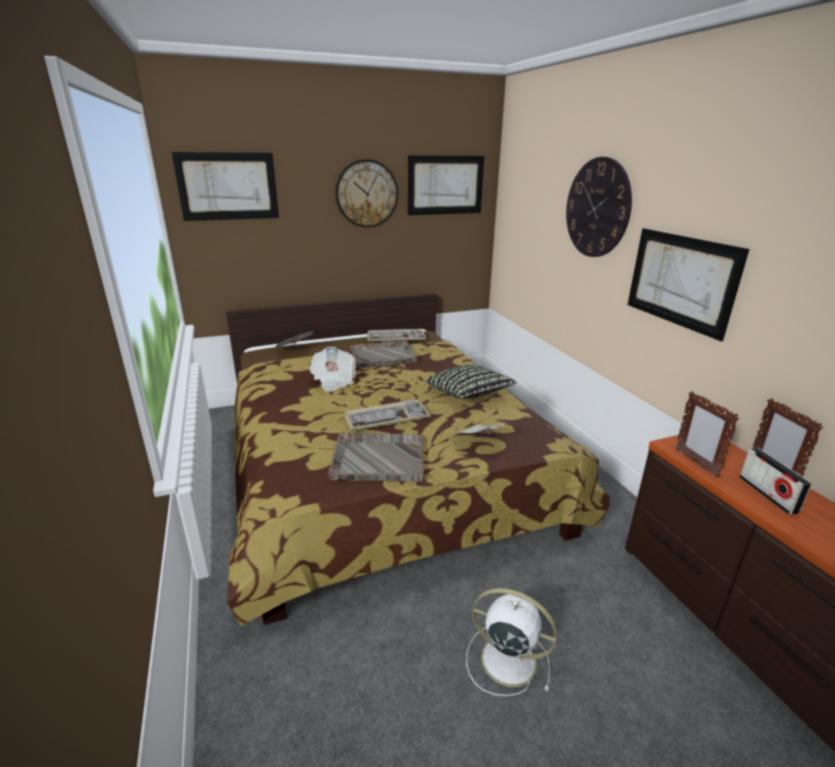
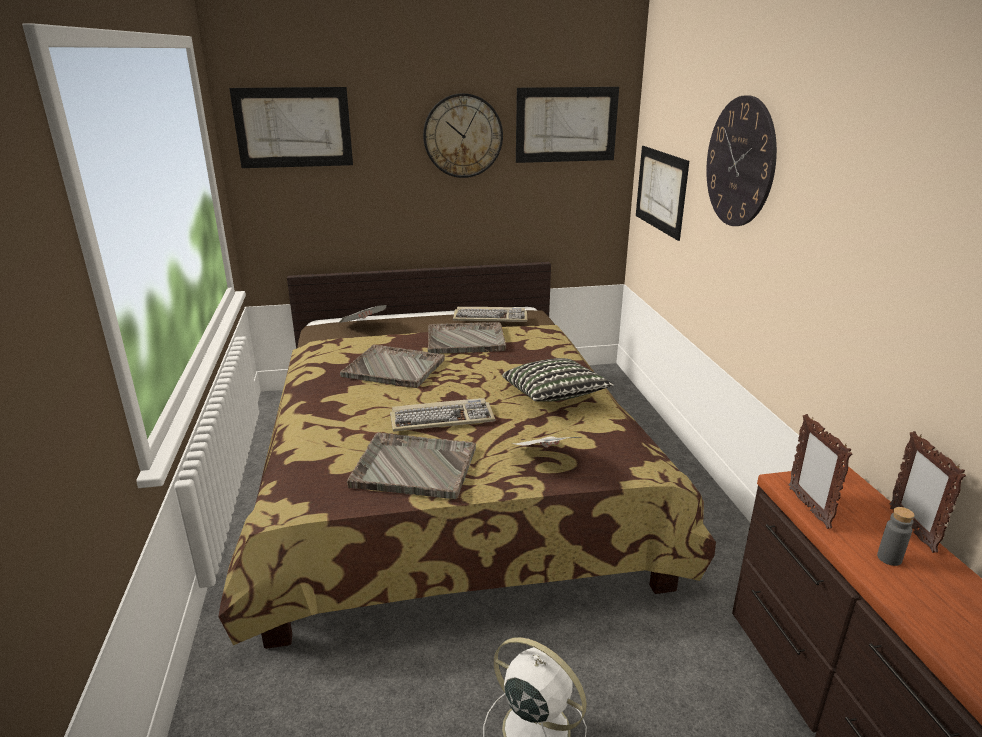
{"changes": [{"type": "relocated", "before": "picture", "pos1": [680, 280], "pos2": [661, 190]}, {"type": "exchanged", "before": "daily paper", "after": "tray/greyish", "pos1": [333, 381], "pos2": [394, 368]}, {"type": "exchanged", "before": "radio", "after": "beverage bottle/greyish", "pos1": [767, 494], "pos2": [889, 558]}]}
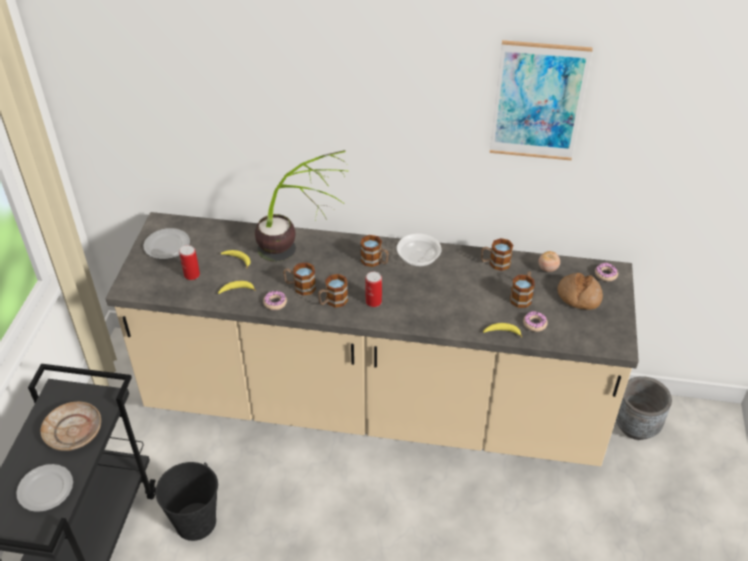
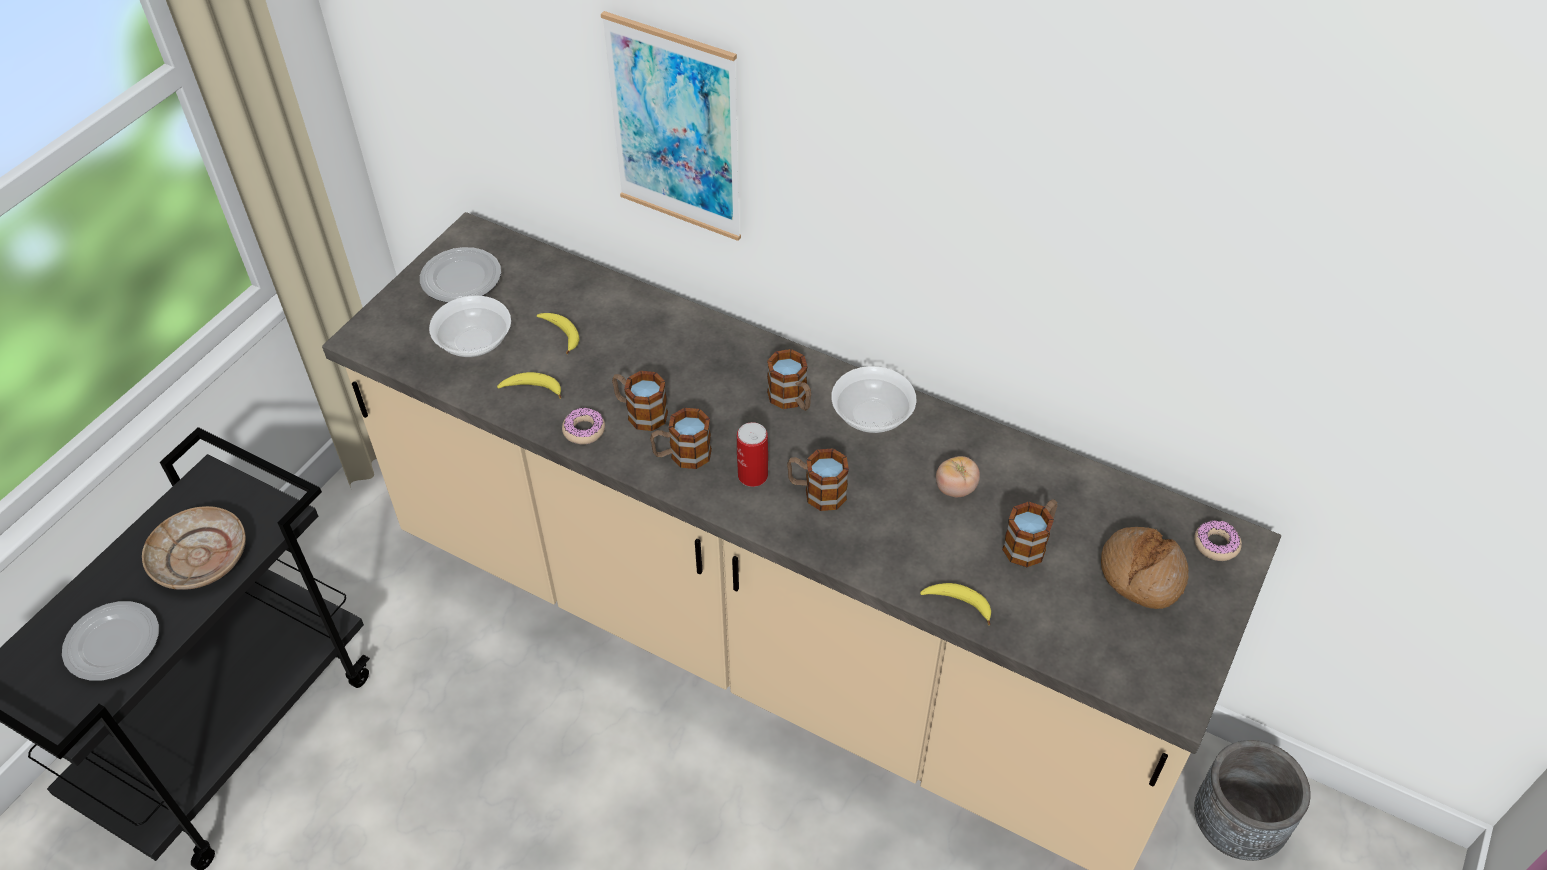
{"changes": [{"type": "missing", "before": "bucket/blackish", "pos1": [195, 522]}, {"type": "missing", "before": "plant in a pot", "pos1": [299, 253]}, {"type": "missing", "before": "doughnut", "pos1": [534, 324]}, {"type": "relocated", "before": "tea mug", "pos1": [495, 263], "pos2": [816, 492]}, {"type": "relocated", "before": "picture", "pos1": [538, 102], "pos2": [675, 129]}, {"type": "relocated", "before": "whole tomato", "pos1": [547, 268], "pos2": [955, 488]}, {"type": "exchanged", "before": "sealed can", "after": "bowl", "pos1": [192, 275], "pos2": [474, 341]}]}
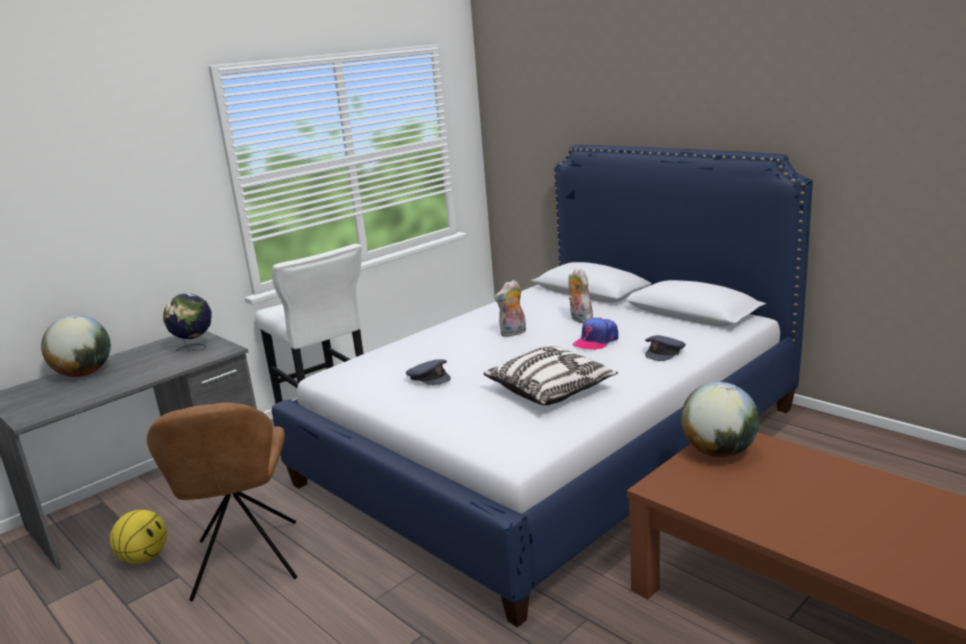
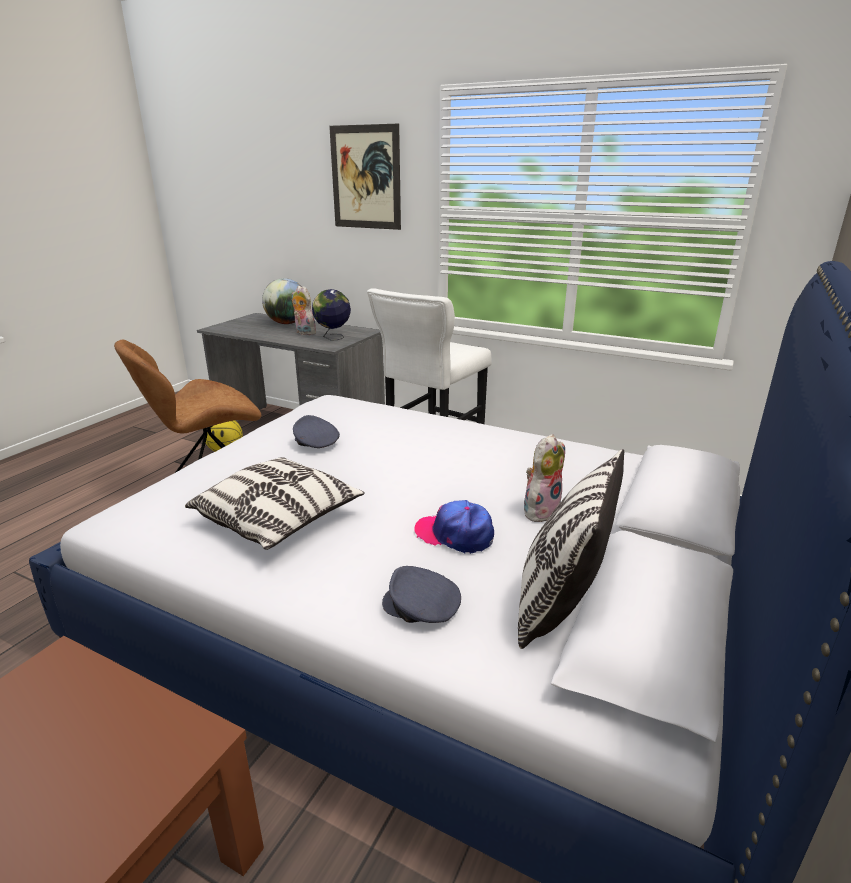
{"changes": [{"type": "missing", "before": "desk globe", "pos1": [719, 452]}, {"type": "appeared", "after": "picture", "pos2": [365, 178]}, {"type": "appeared", "after": "throw pillow", "pos2": [560, 605]}, {"type": "relocated", "before": "plush toy", "pos1": [513, 333], "pos2": [304, 333]}, {"type": "spun", "before": "cap/greyish", "pos1": [429, 377], "pos2": [315, 442], "turn": 120}]}
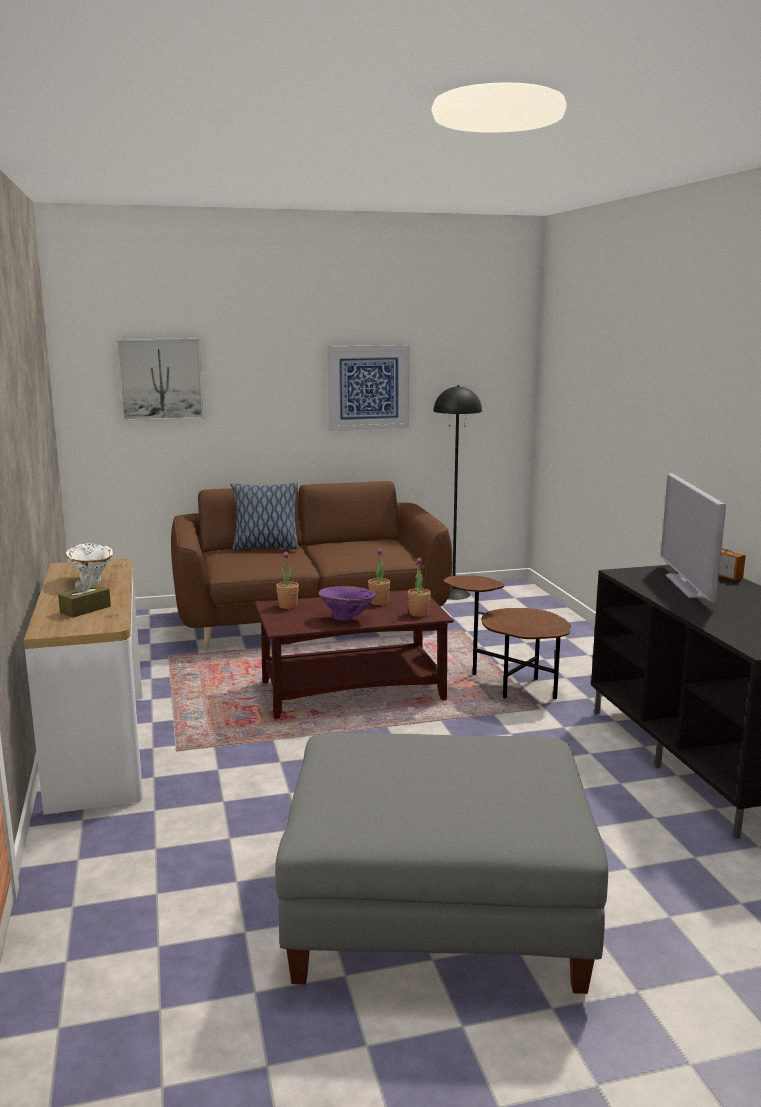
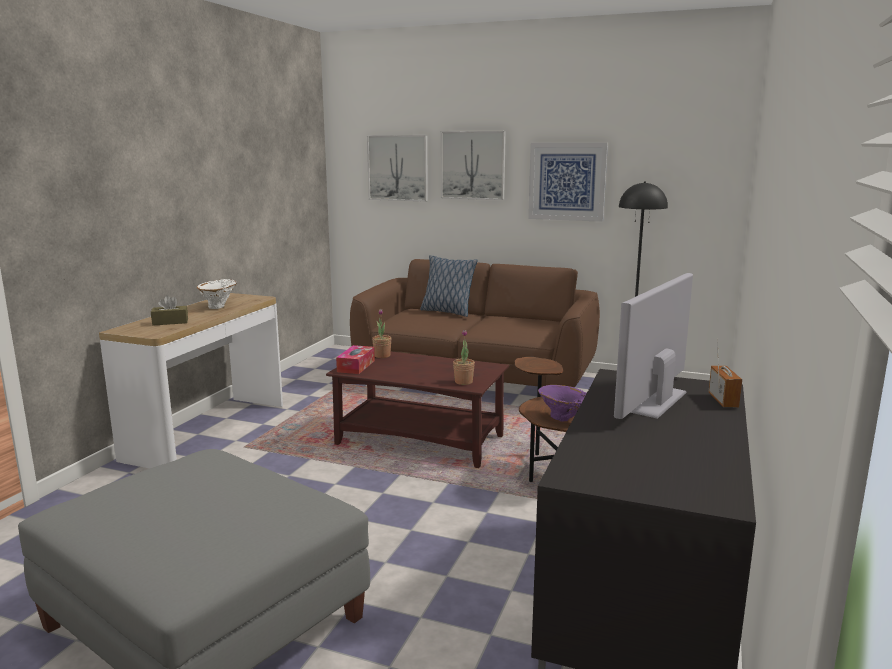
{"changes": [{"type": "missing", "before": "plant in a pot", "pos1": [379, 602]}, {"type": "appeared", "after": "box of tissues", "pos2": [356, 366]}, {"type": "appeared", "after": "picture", "pos2": [473, 165]}, {"type": "relocated", "before": "vase/purple-coloured", "pos1": [347, 619], "pos2": [562, 419]}]}
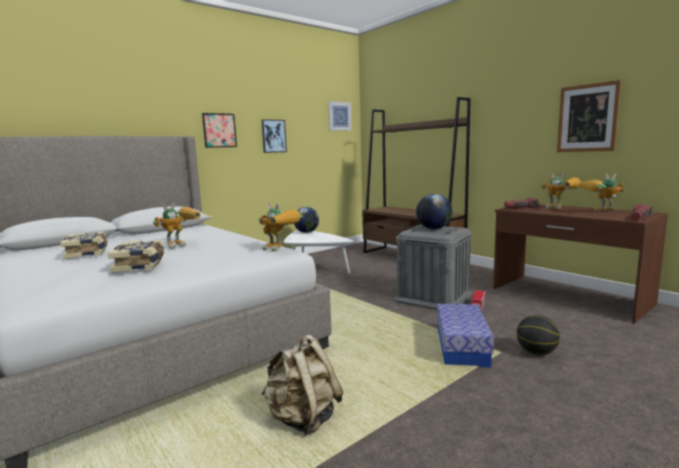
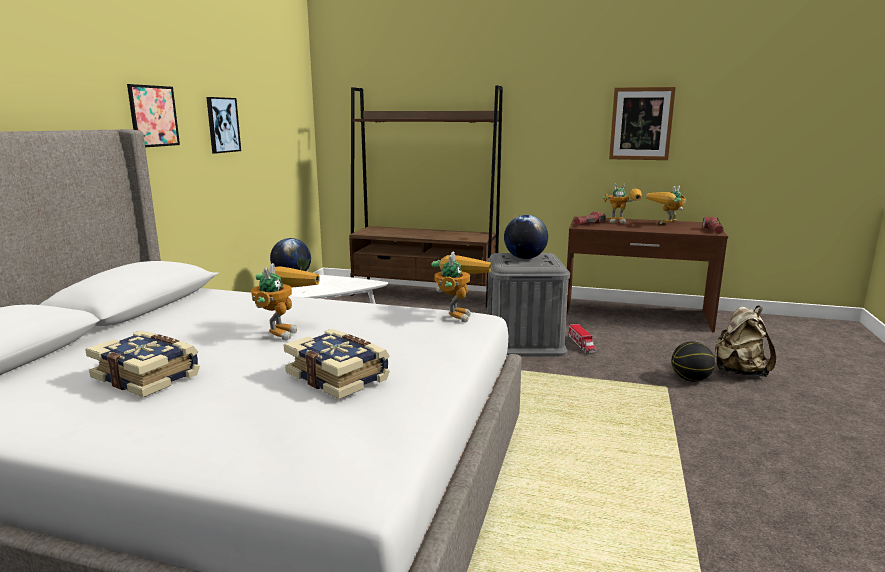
{"changes": [{"type": "missing", "before": "picture", "pos1": [339, 116]}, {"type": "missing", "before": "storage box", "pos1": [462, 347]}, {"type": "relocated", "before": "rucksack/beige-coloured", "pos1": [303, 418], "pos2": [738, 372]}, {"type": "spun", "before": "model robot", "pos1": [281, 249], "pos2": [456, 314], "turn": -75}]}
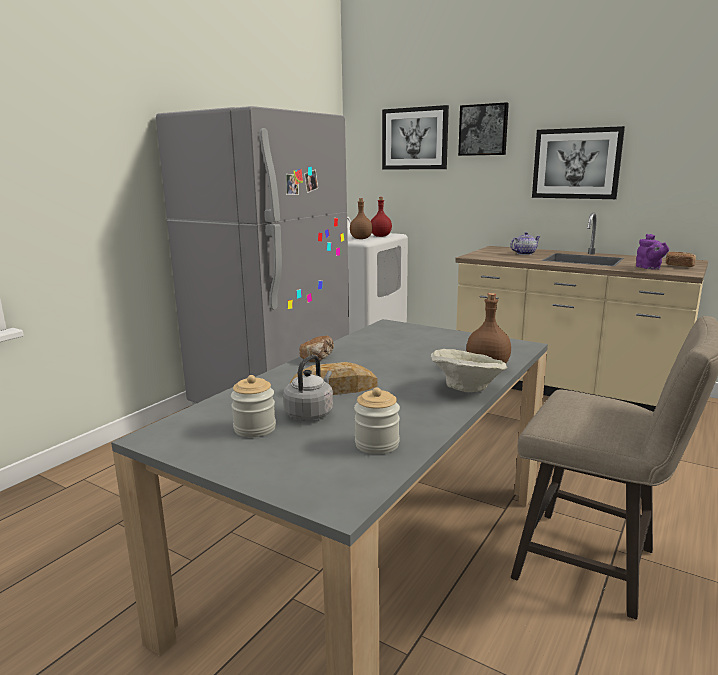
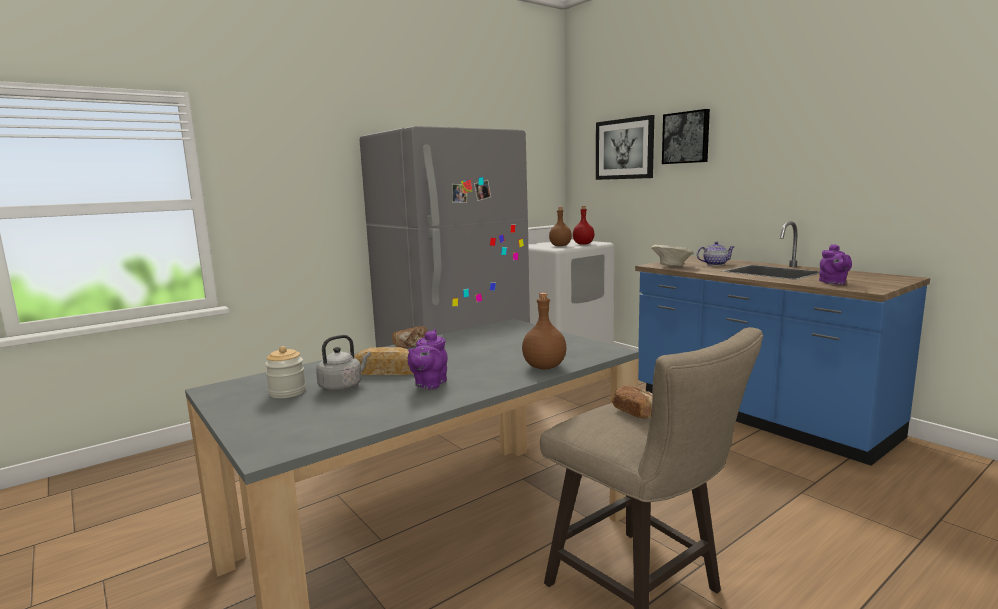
{"changes": [{"type": "missing", "before": "storage jar", "pos1": [377, 444]}, {"type": "missing", "before": "picture", "pos1": [576, 163]}, {"type": "appeared", "after": "teapot/purple-coloured", "pos2": [429, 384]}, {"type": "relocated", "before": "bowl/beige-coloured", "pos1": [467, 389], "pos2": [672, 266]}, {"type": "relocated", "before": "bakery bread", "pos1": [679, 266], "pos2": [635, 412]}, {"type": "colour", "before": "counter/beige-coloured", "after": "counter/bluish", "pos1": [565, 388], "pos2": [757, 414]}]}
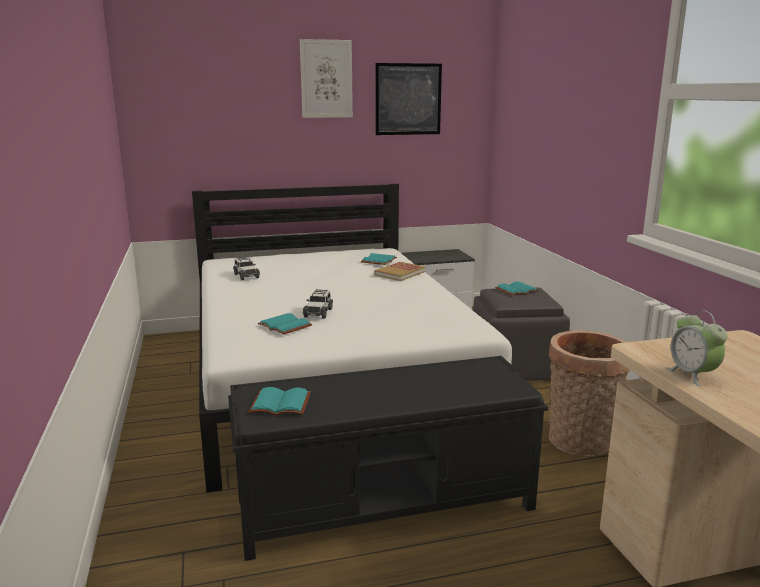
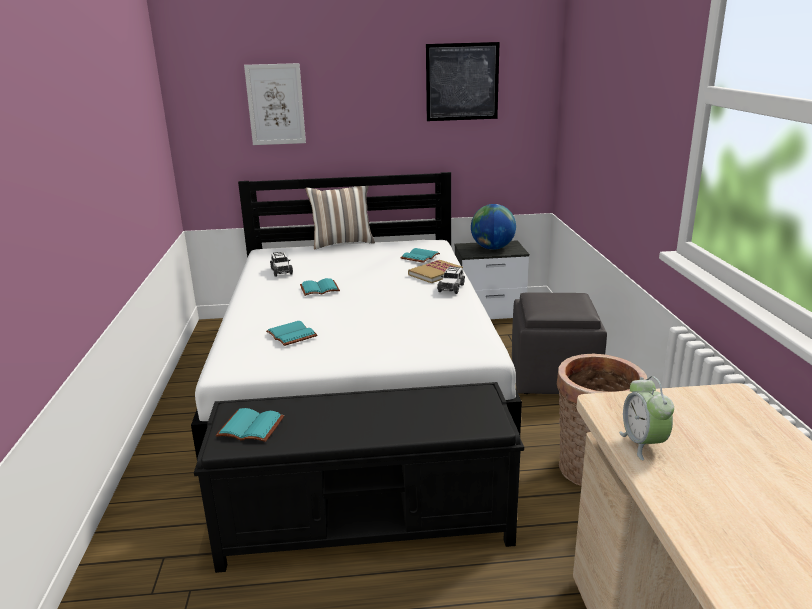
{"changes": [{"type": "appeared", "after": "throw pillow", "pos2": [342, 243]}, {"type": "appeared", "after": "desk globe", "pos2": [492, 248]}, {"type": "relocated", "before": "picture", "pos1": [326, 79], "pos2": [275, 104]}, {"type": "relocated", "before": "toy car", "pos1": [318, 313], "pos2": [451, 288]}, {"type": "relocated", "before": "book/turquoise-coloured", "pos1": [516, 290], "pos2": [320, 288]}]}
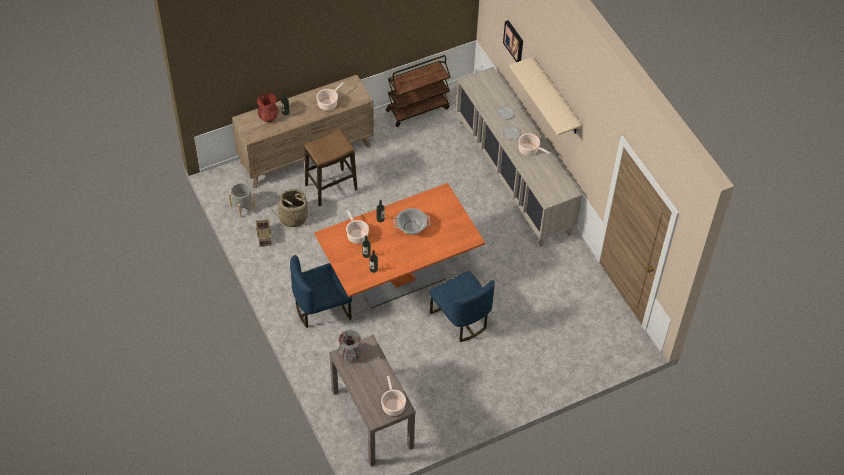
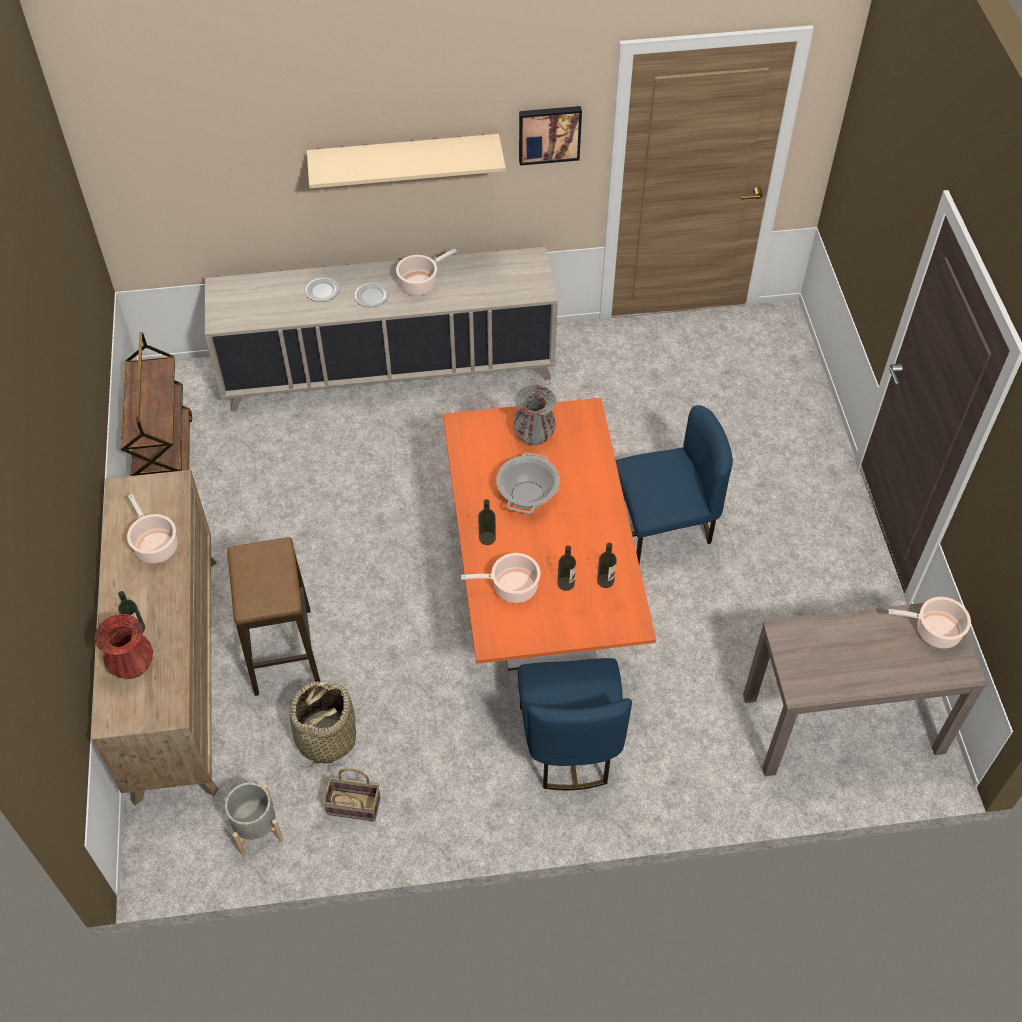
{"changes": [{"type": "relocated", "before": "vase/greyish", "pos1": [350, 355], "pos2": [534, 435]}, {"type": "relocated", "before": "picture", "pos1": [514, 41], "pos2": [549, 133]}]}
